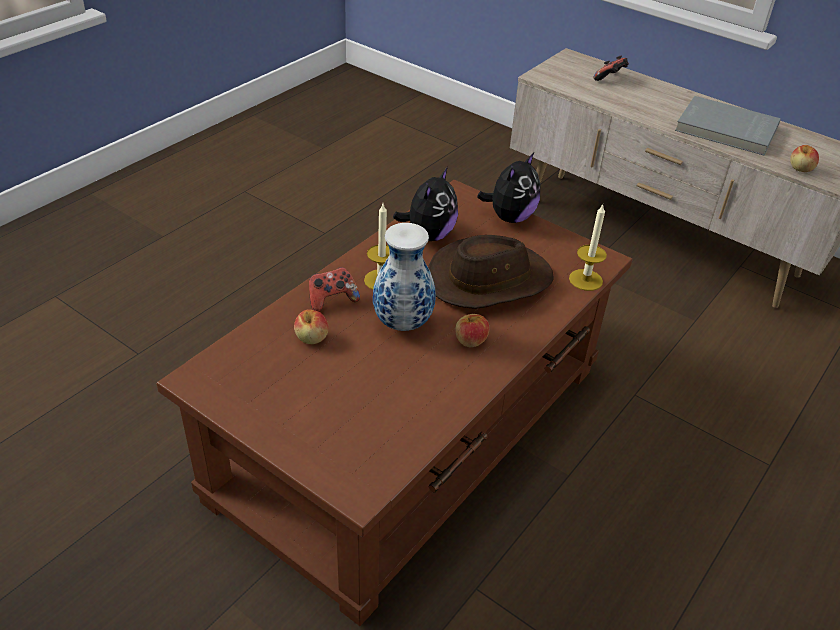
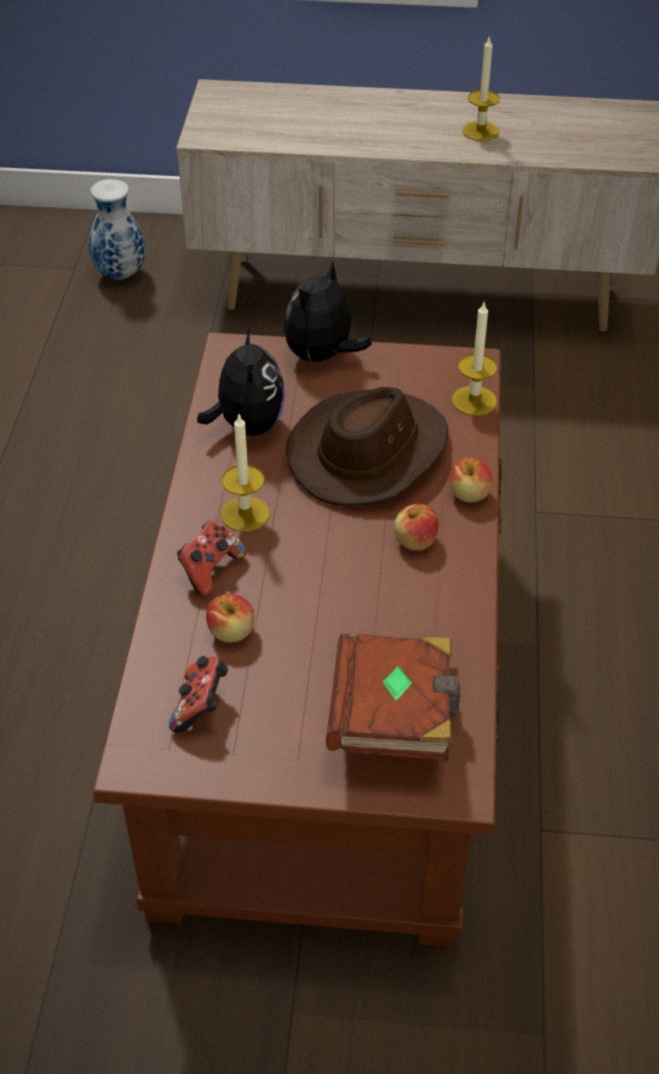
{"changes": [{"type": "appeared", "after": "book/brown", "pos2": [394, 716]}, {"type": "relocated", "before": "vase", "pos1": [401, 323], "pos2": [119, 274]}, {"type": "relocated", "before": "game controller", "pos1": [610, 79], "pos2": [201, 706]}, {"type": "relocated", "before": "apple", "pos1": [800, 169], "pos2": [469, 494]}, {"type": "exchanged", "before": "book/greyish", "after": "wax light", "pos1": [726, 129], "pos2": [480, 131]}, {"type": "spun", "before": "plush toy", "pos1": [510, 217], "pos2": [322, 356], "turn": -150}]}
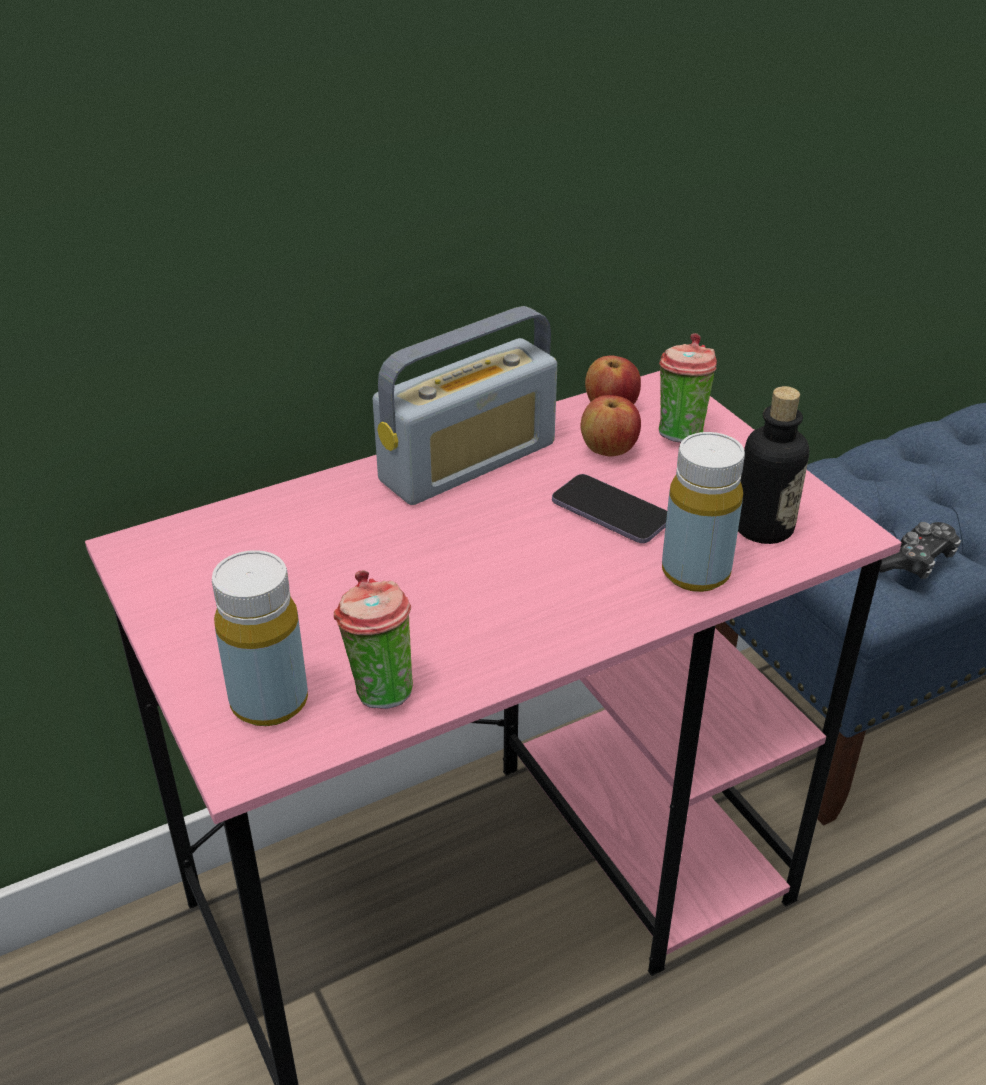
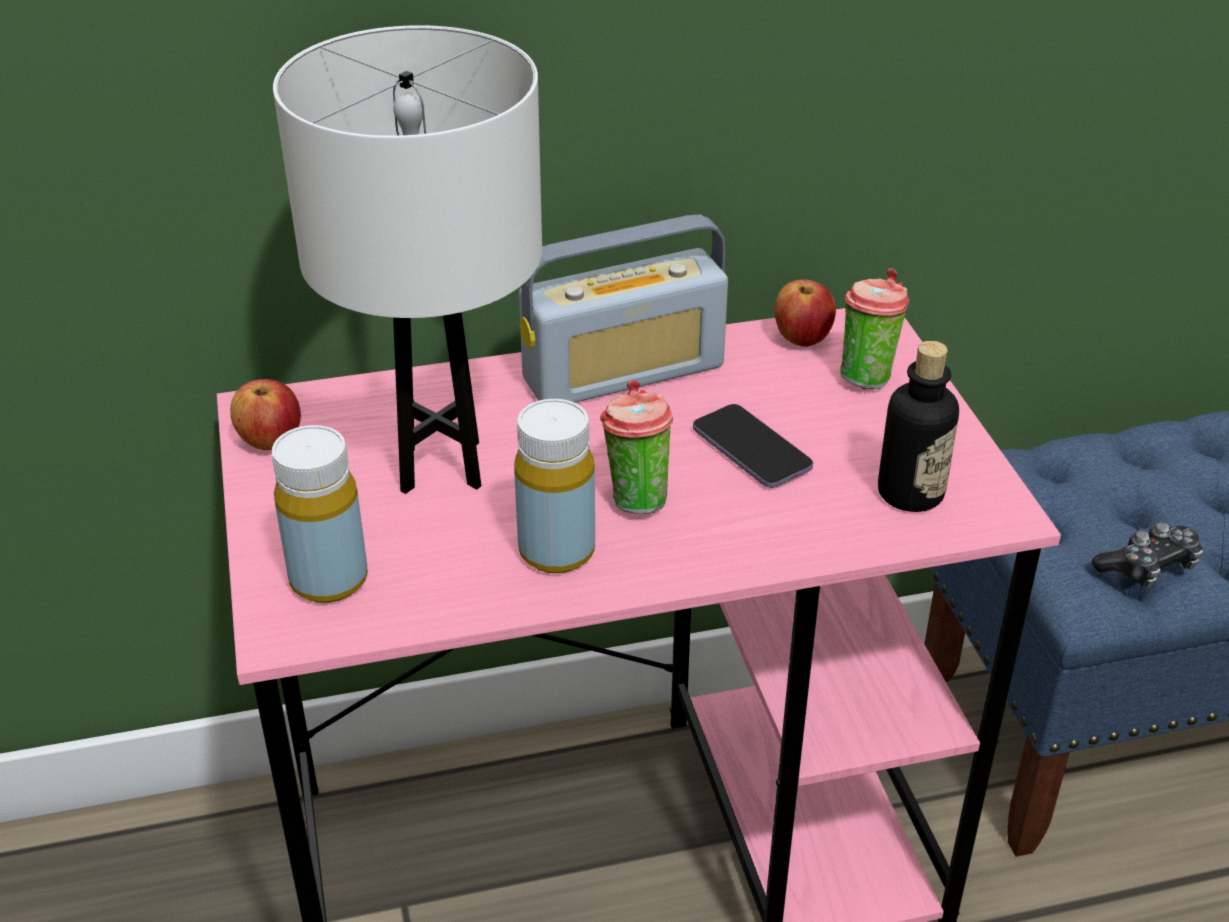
{"changes": [{"type": "appeared", "after": "lamp for a table/white-coloured", "pos2": [441, 466]}, {"type": "relocated", "before": "small cup", "pos1": [378, 689], "pos2": [635, 497]}, {"type": "relocated", "before": "apple", "pos1": [609, 450], "pos2": [270, 441]}, {"type": "relocated", "before": "beverage bottle/yellowish", "pos1": [695, 572], "pos2": [557, 551]}]}
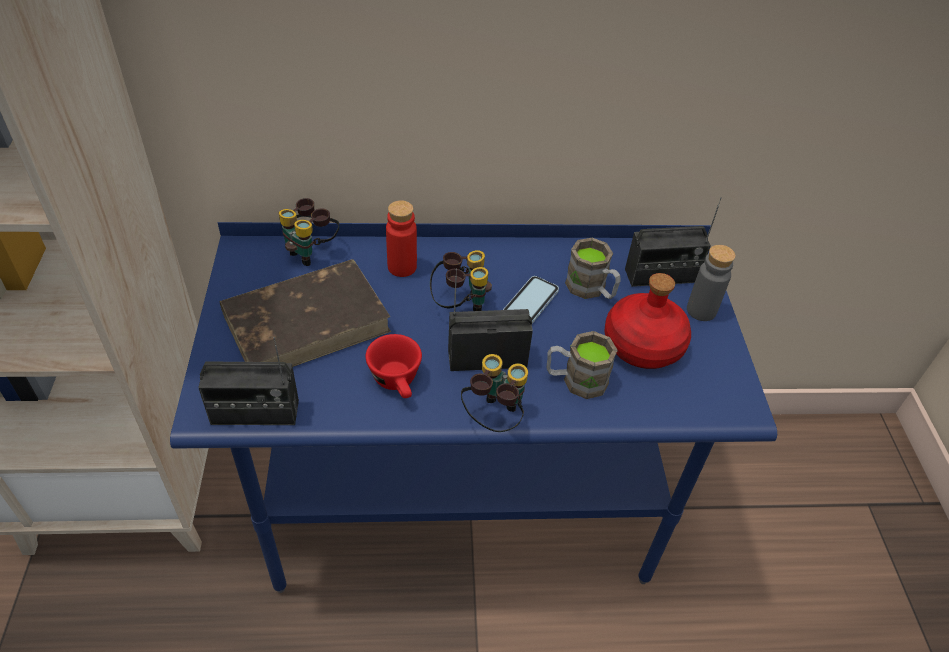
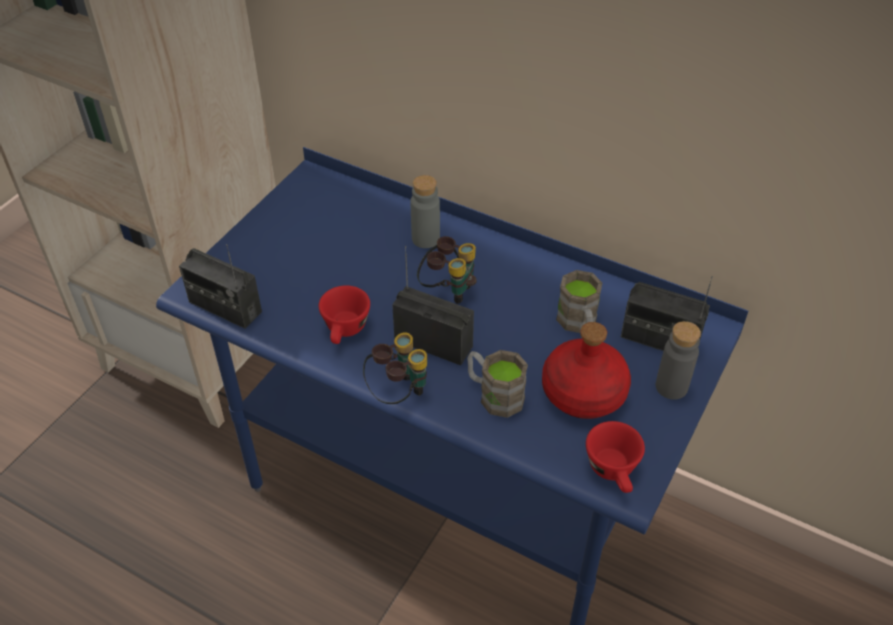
{"changes": [{"type": "missing", "before": "book/brown", "pos1": [307, 321]}, {"type": "missing", "before": "pair of binoculars", "pos1": [312, 252]}, {"type": "missing", "before": "telephone", "pos1": [530, 302]}, {"type": "appeared", "after": "small cup/red-coloured", "pos2": [614, 472]}, {"type": "colour", "before": "beverage bottle/red-coloured", "after": "beverage bottle/greyish", "pos1": [402, 267], "pos2": [425, 239]}]}
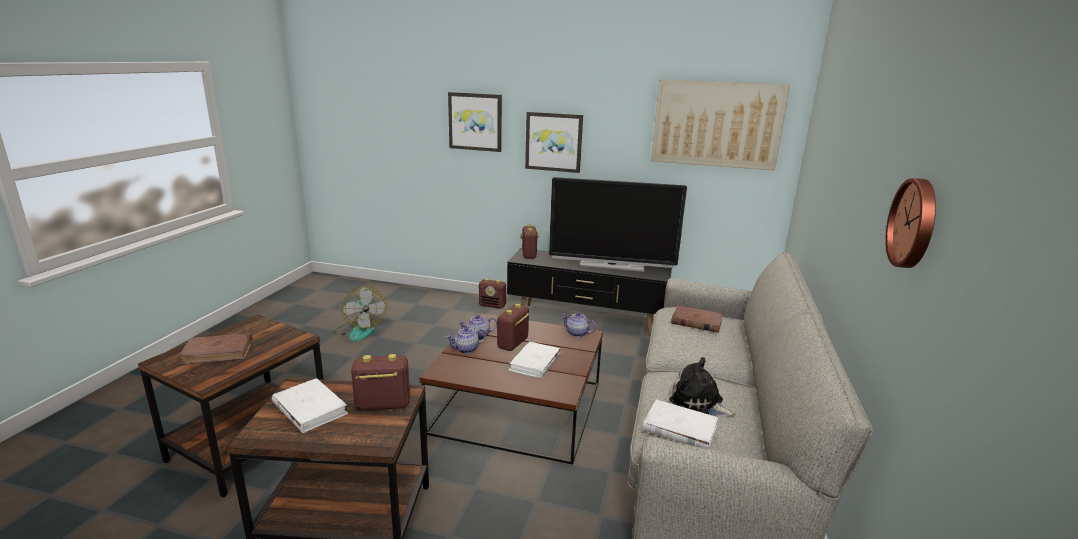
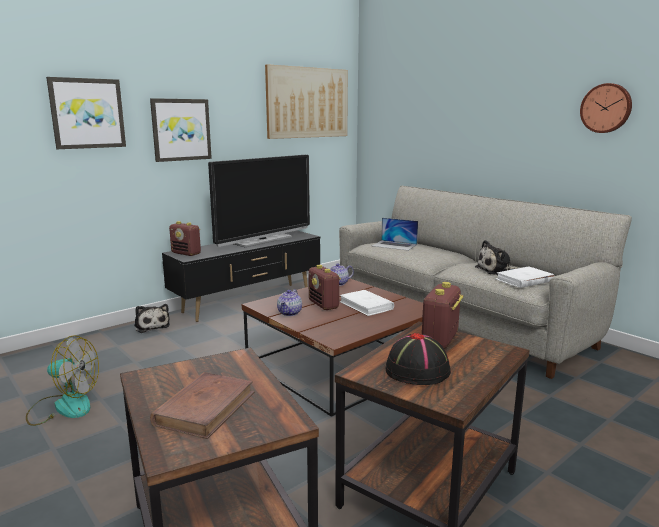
{"changes": [{"type": "missing", "before": "teapot", "pos1": [466, 349]}, {"type": "exchanged", "before": "book/white-coloured", "after": "wearable hat/blackish", "pos1": [309, 408], "pos2": [417, 370]}, {"type": "exchanged", "before": "radio", "after": "plush toy", "pos1": [492, 305], "pos2": [151, 326]}, {"type": "exchanged", "before": "book/brown", "after": "notebook computer", "pos1": [696, 321], "pos2": [394, 245]}]}
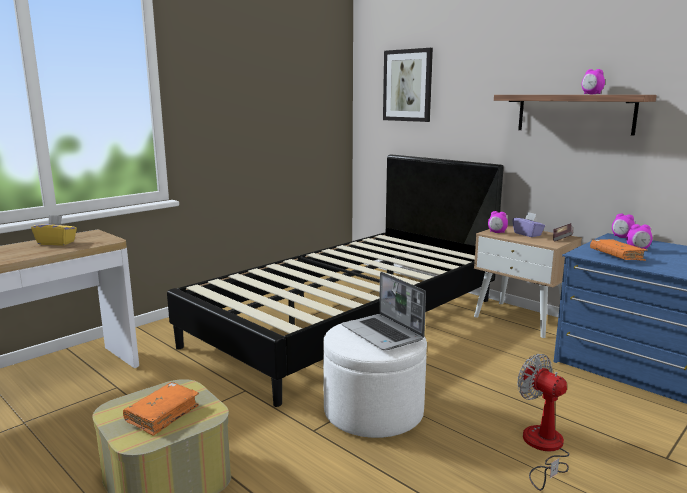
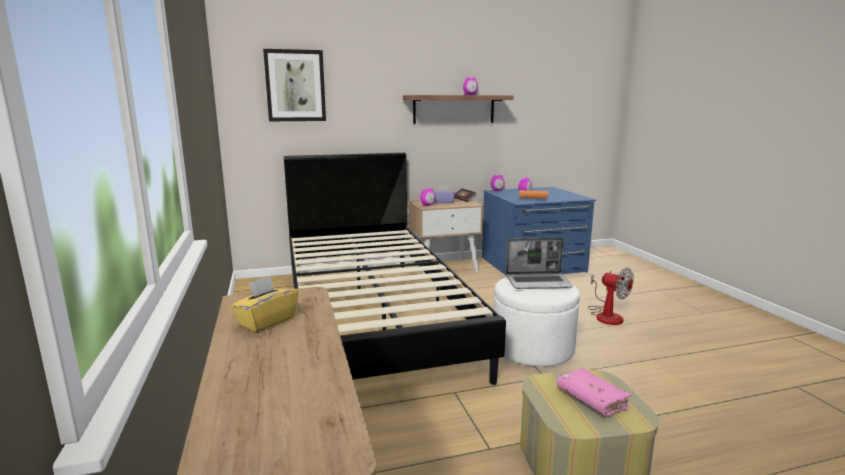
{"changes": [{"type": "colour", "before": "book/orange-coloured", "after": "book/pink-coloured", "pos1": [162, 415], "pos2": [592, 399]}, {"type": "spun", "before": "fan", "pos1": [543, 448], "pos2": [606, 315], "turn": -135}]}
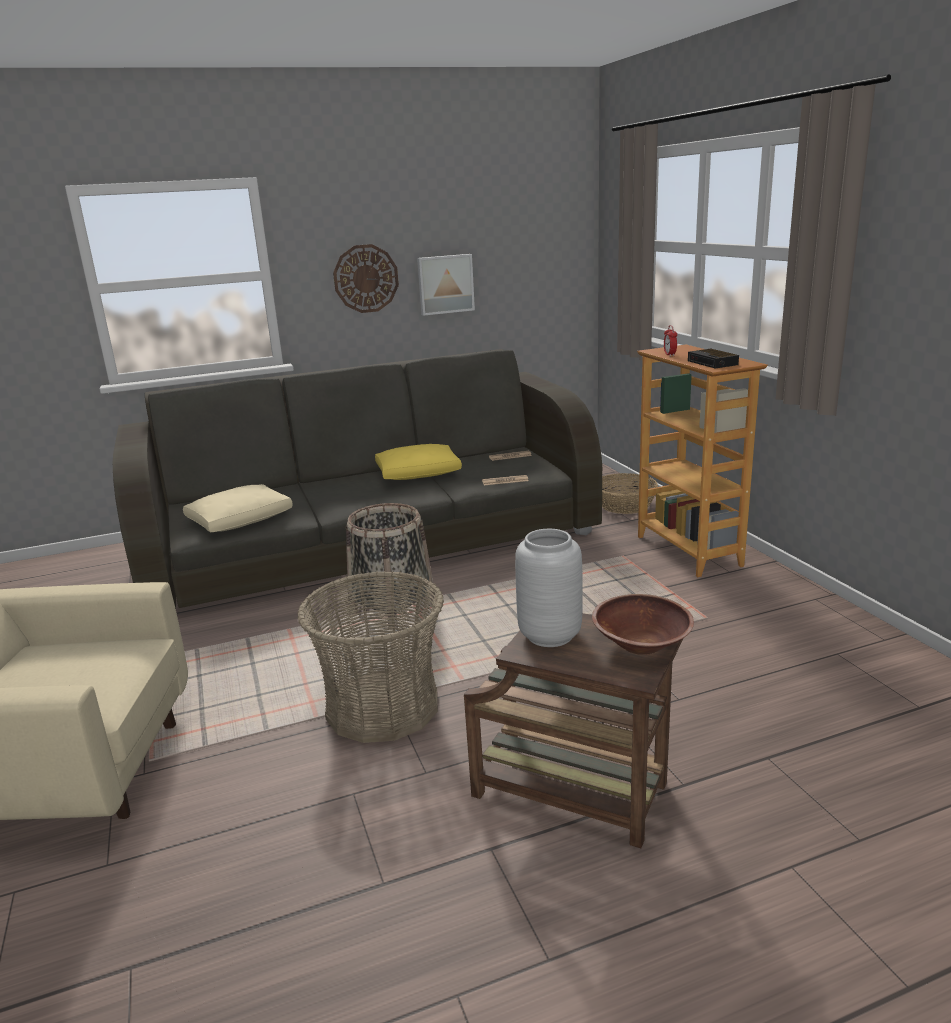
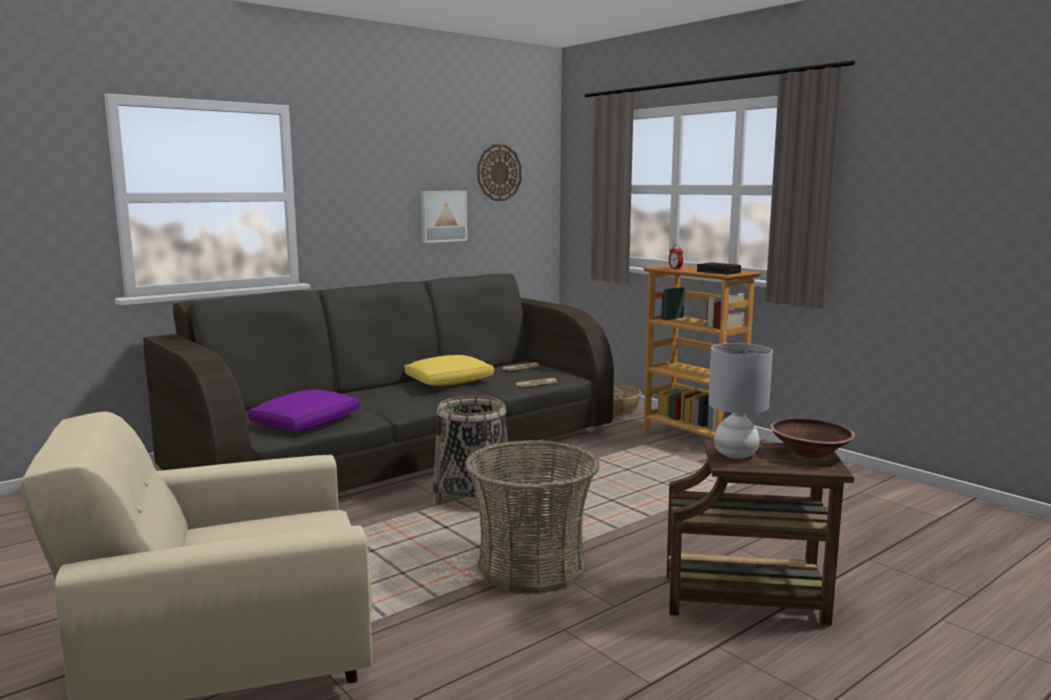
{"changes": [{"type": "relocated", "before": "wall clock", "pos1": [366, 278], "pos2": [499, 172]}, {"type": "exchanged", "before": "vase/greyish", "after": "lamp for a table/greyish", "pos1": [548, 635], "pos2": [735, 454]}, {"type": "colour", "before": "throw pillow/beige-coloured", "after": "throw pillow/purple-coloured", "pos1": [241, 520], "pos2": [306, 423]}]}
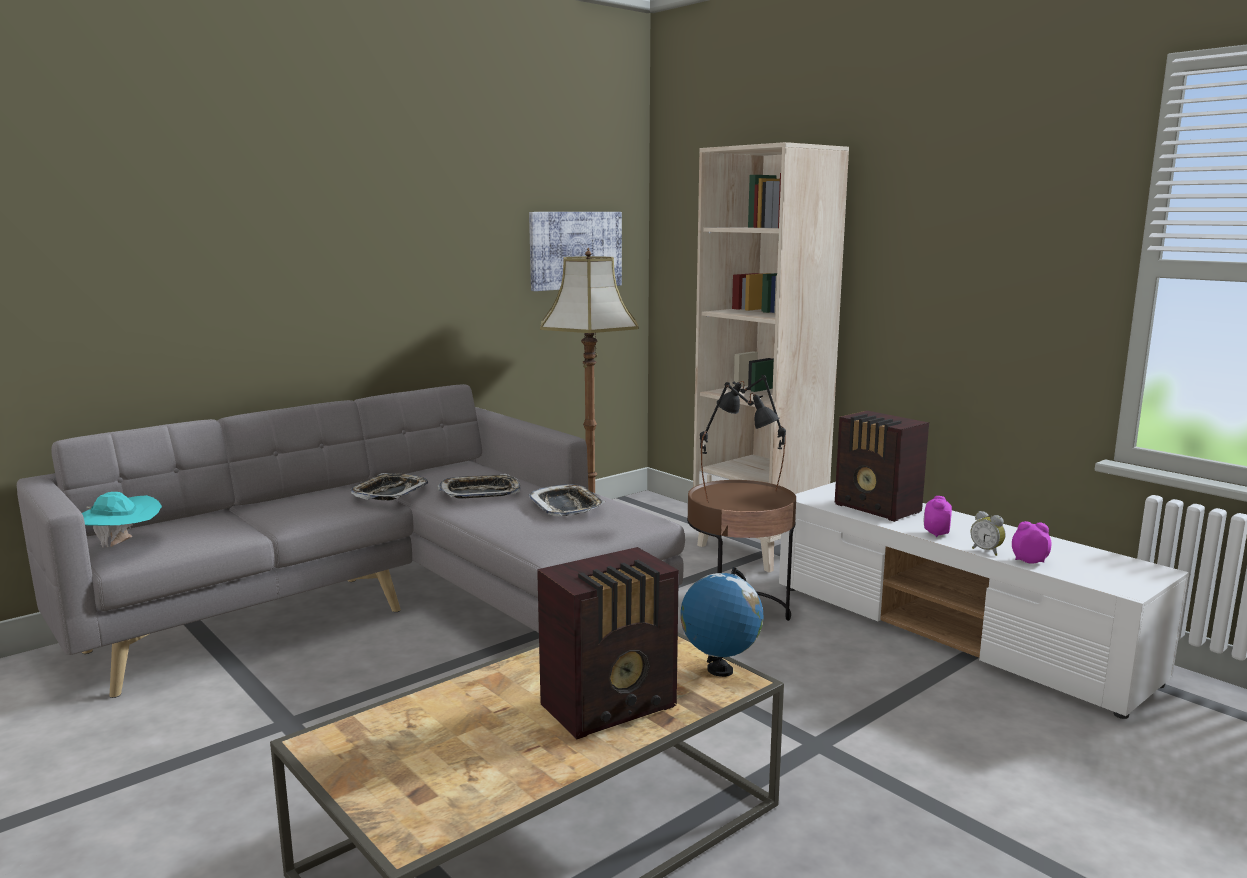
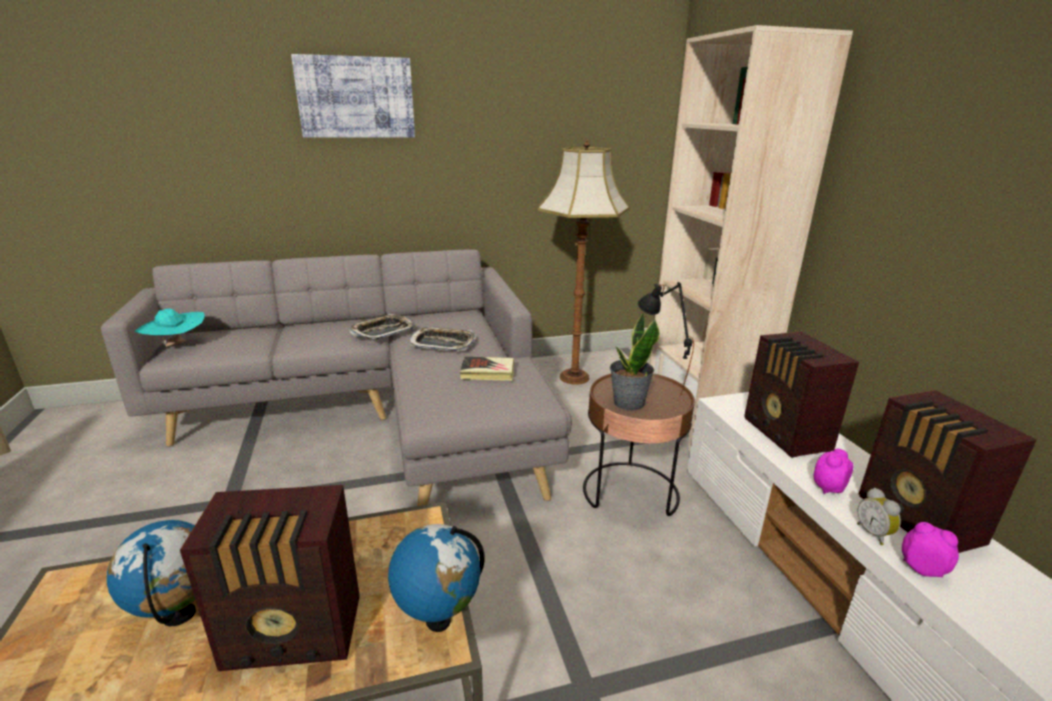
{"changes": [{"type": "appeared", "after": "desk globe", "pos2": [180, 615]}, {"type": "appeared", "after": "radio", "pos2": [919, 521]}, {"type": "relocated", "before": "picture", "pos1": [575, 250], "pos2": [356, 97]}, {"type": "exchanged", "before": "tray", "after": "book", "pos1": [566, 506], "pos2": [487, 372]}, {"type": "exchanged", "before": "lamp for a table/blackish", "after": "plant in a pot", "pos1": [736, 503], "pos2": [628, 403]}]}
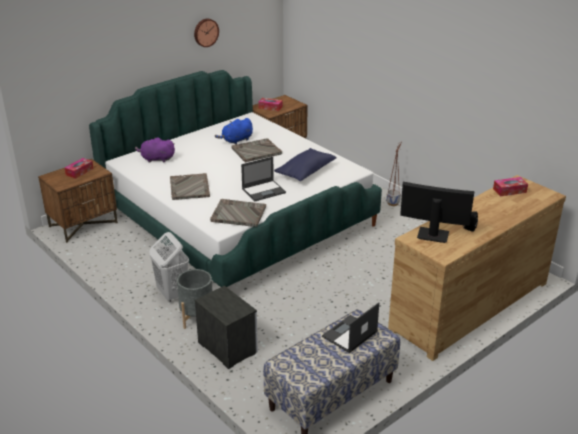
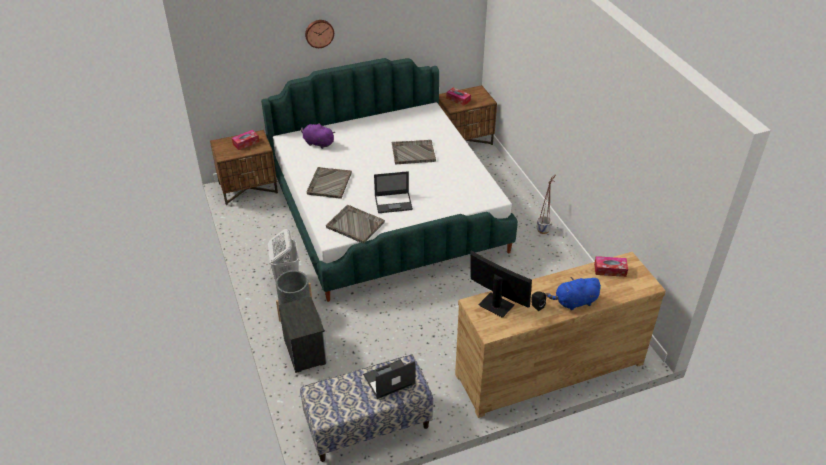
{"changes": [{"type": "missing", "before": "throw pillow/bluish", "pos1": [305, 172]}, {"type": "relocated", "before": "wall clock", "pos1": [205, 32], "pos2": [319, 33]}, {"type": "relocated", "before": "plush toy/bluish", "pos1": [236, 140], "pos2": [574, 302]}]}
